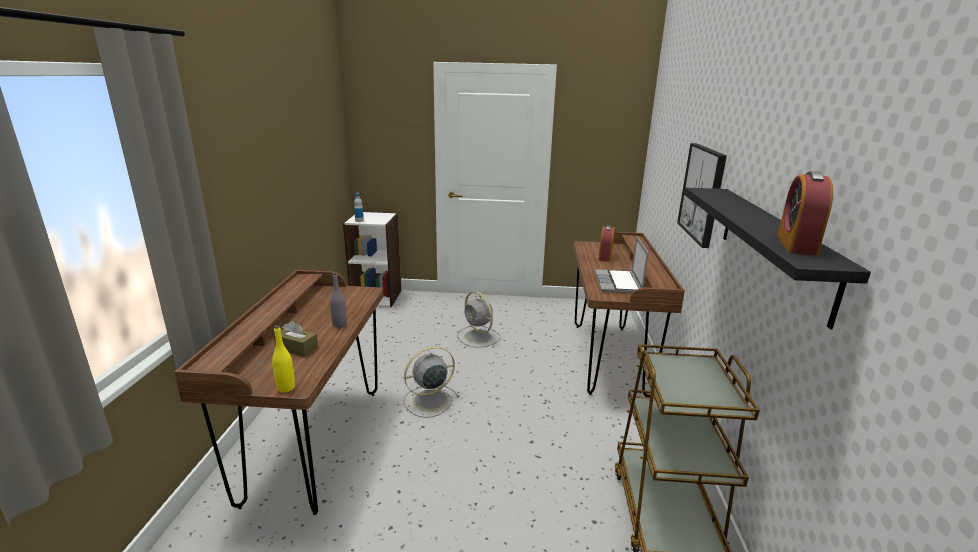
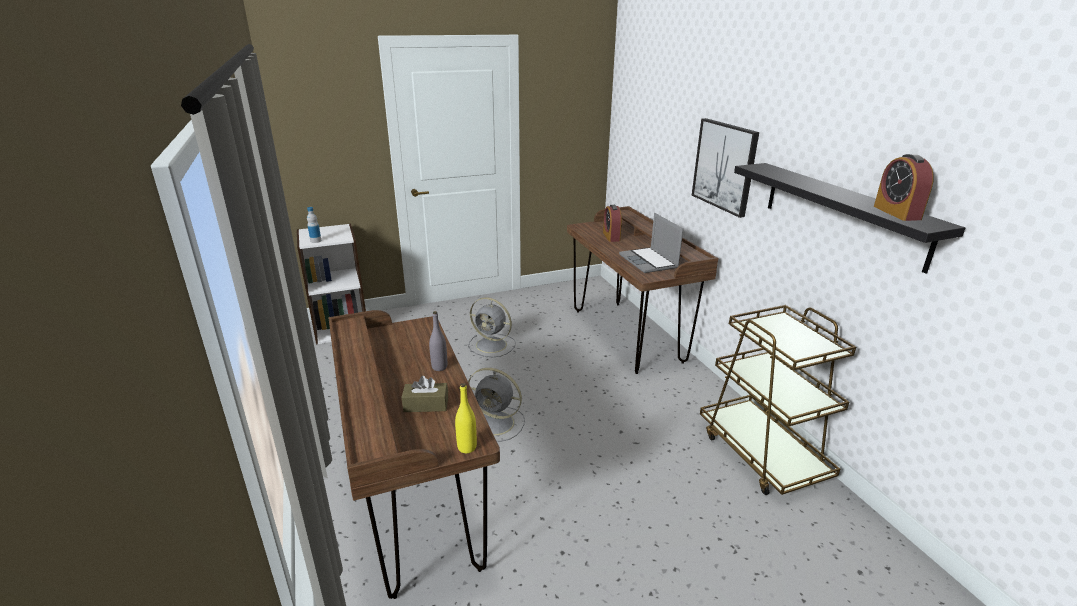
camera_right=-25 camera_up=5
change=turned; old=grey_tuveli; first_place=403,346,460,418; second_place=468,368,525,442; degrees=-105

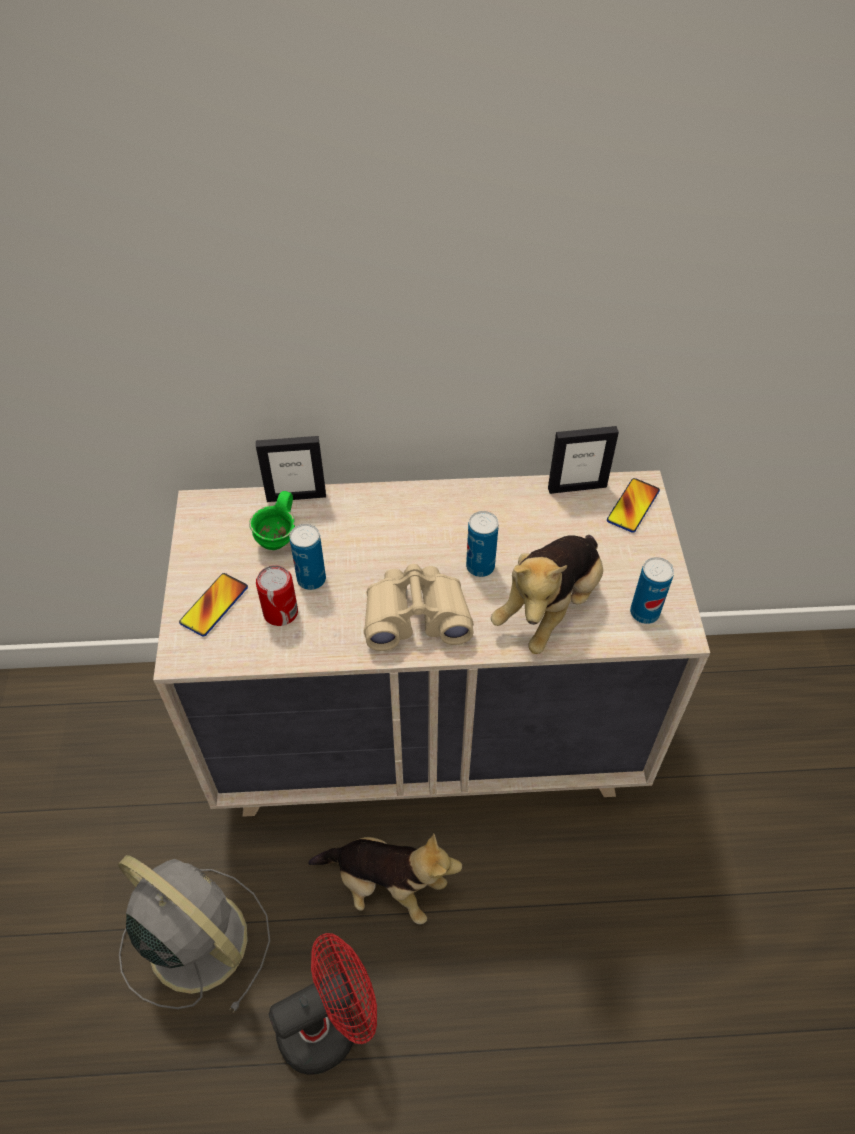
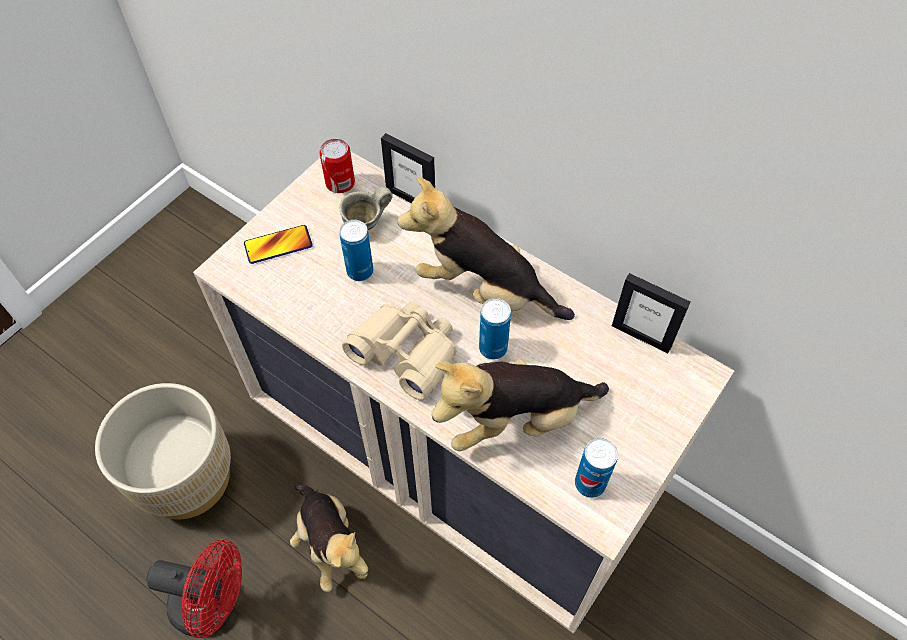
camera_right=40 camera_up=5
change=replaced; old=grey_tuveli; new=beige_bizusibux; first_place=118,855,270,1013; second_place=95,383,231,519
change=recoloured; old=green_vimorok; new=grey_vimorok; first_place=249,491,295,550; second_place=340,187,393,230
change=moved; old=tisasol; first_place=256,565,298,626; second_place=319,139,355,193
change=removed; old=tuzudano; first_place=607,478,660,533
change=added; new=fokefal; second_place=397,177,575,320

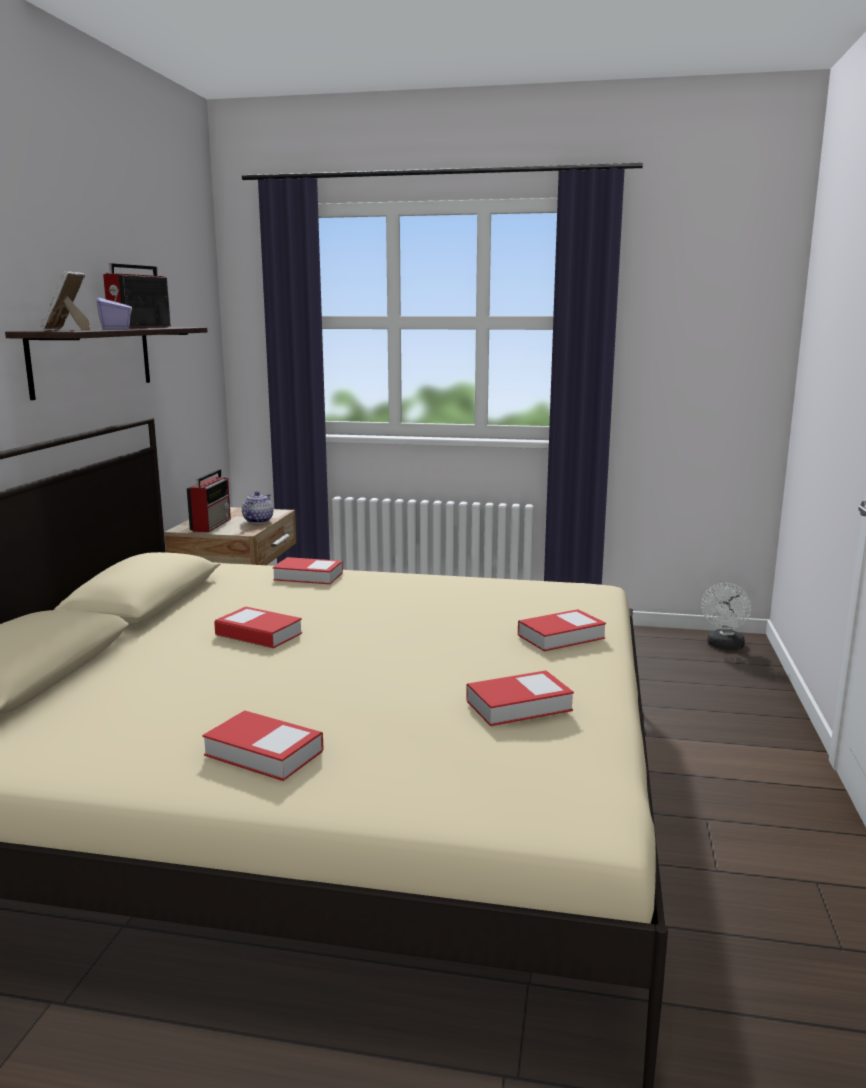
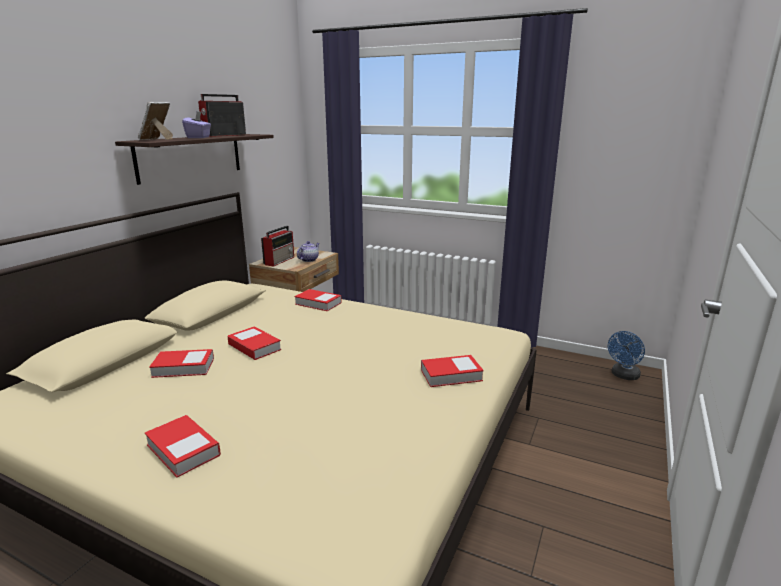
camera_right=15 camera_up=5
change=moved; old=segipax; first_place=466,670,574,726; second_place=149,349,214,378
change=recoloured; old=white_tuveli; new=blue_tuveli; first_place=701,583,751,650; second_place=608,331,645,380

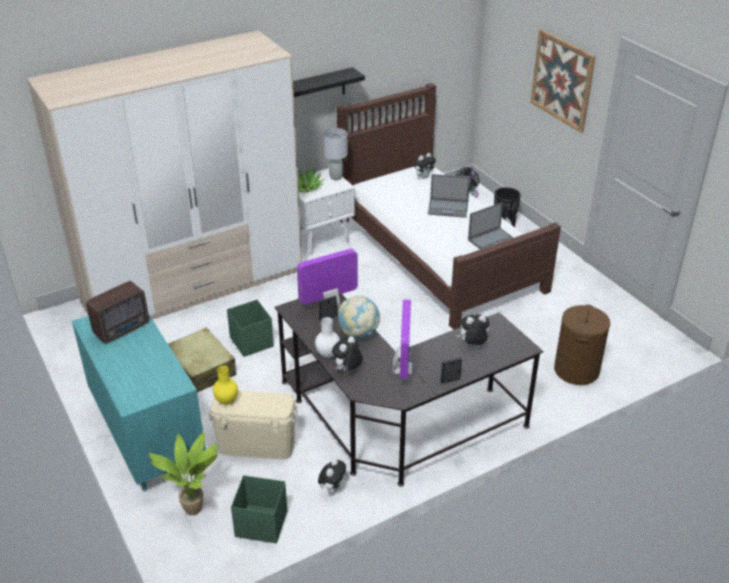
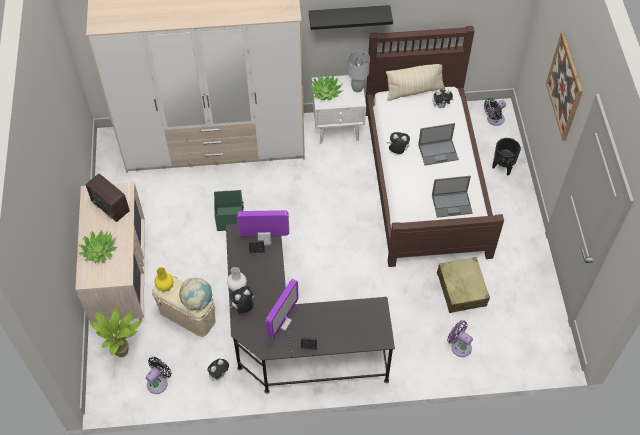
camera_right=25 camera_up=20
change=recoloured; old=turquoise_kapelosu; new=beige_kapelosu; first_place=72,313,206,492; second_place=75,182,145,322
change=turned; old=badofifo; first_place=86,281,149,344; second_place=86,174,130,222; degrees=60
change=moved; old=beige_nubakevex; first_place=168,328,236,392; second_place=437,257,490,313
change=replaced; old=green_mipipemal; new=black_tuveli; first_place=231,475,287,543; second_place=146,357,172,394
change=moved; old=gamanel; first_place=338,295,380,338; second_place=179,278,213,311
change=turned; old=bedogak; first_place=428,174,470,218; second_place=418,123,459,165; degrees=-45
change=moved; old=fokefal; first_place=457,314,490,345; second_place=387,132,410,154
change=replaced; old=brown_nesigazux; new=purple_tuveli; first_place=554,305,610,385; second_place=447,320,473,357
change=added; new=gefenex; second_place=79,230,117,264
change=added; new=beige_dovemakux; second_place=386,64,445,101

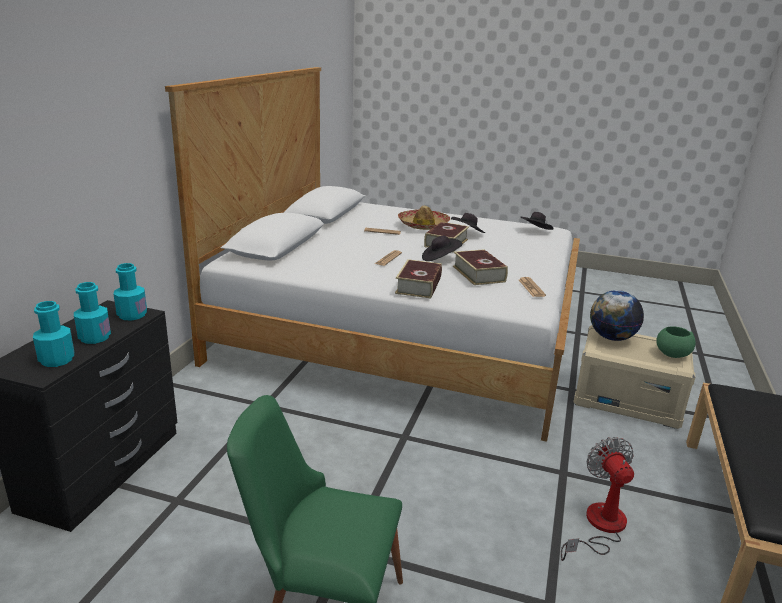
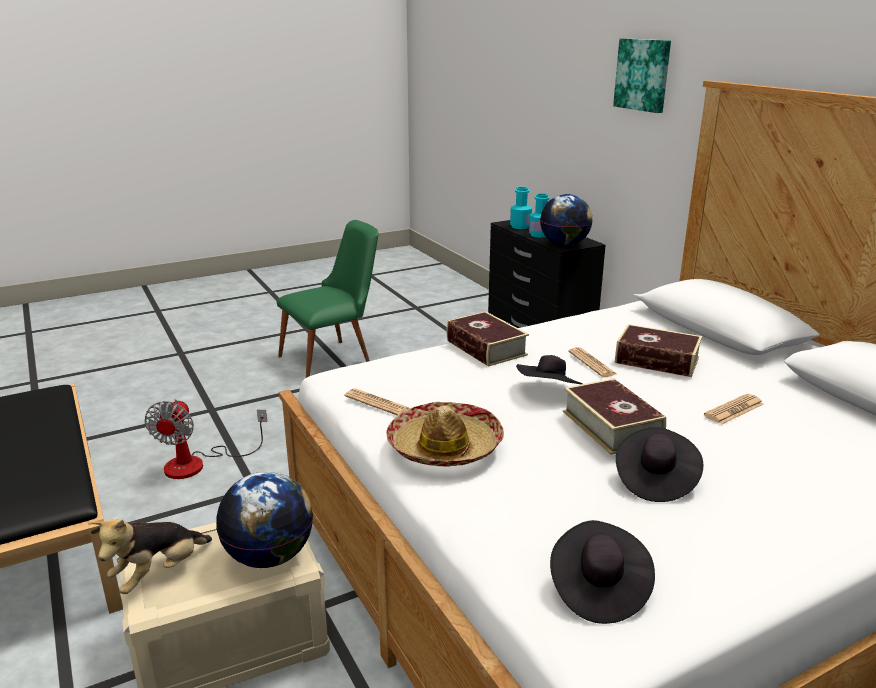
camera_right=135 camera_up=0
change=replaced; old=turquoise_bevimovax; new=gamanel; first_place=113,263,147,321; second_place=540,194,593,246
change=moved; old=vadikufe; first_place=398,206,450,230; second_place=386,402,504,466
change=moved; old=segipax; first_place=453,249,508,285; second_place=615,324,702,377
change=turned; old=tuveli; first_place=561,437,634,561; second_place=144,399,267,479; degrees=60
change=replaced; old=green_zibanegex; new=fokefal; first_place=656,326,696,358; second_place=92,519,212,594
change=added; new=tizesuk; second_place=613,38,671,113

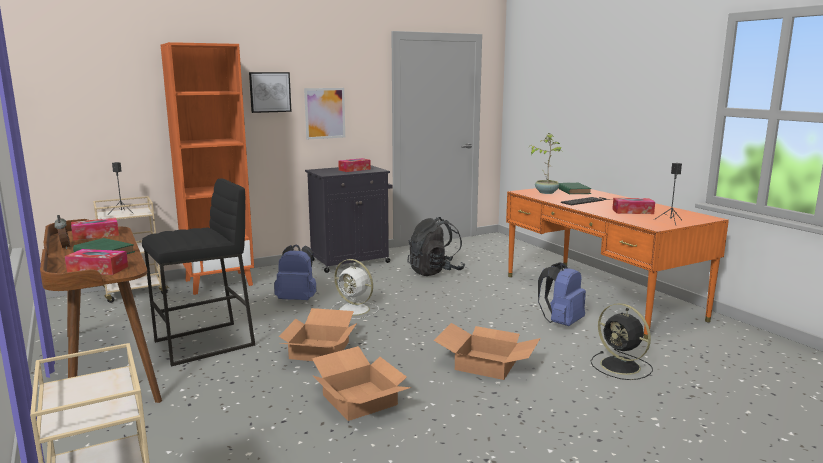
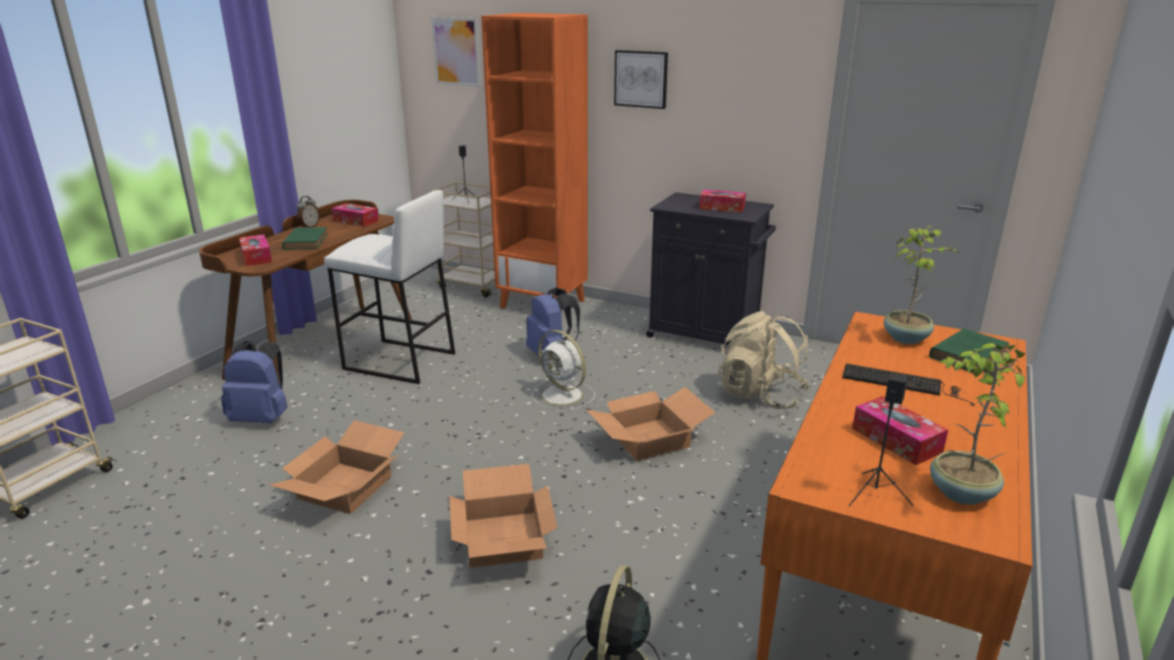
camera_right=55 camera_up=10
change=recoloured; old=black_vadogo; new=white_vadogo; first_place=142,179,255,367; second_place=324,190,455,384
change=moved; old=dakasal; first_place=279,308,357,361; second_place=586,387,716,461
change=moved; old=tizesuk; first_place=304,88,345,139; second_place=431,17,481,87
change=turned; old=white_tuveli; first_place=331,259,379,319; second_place=532,330,595,411; degrees=-45
change=recoloured; old=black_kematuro; new=beige_kematuro; first_place=407,217,466,276; second_place=718,311,811,409
change=moved; old=blue_kematuro; first_place=538,262,586,326; second_place=221,341,288,423
change=added; new=gefenex; second_place=930,343,1025,505

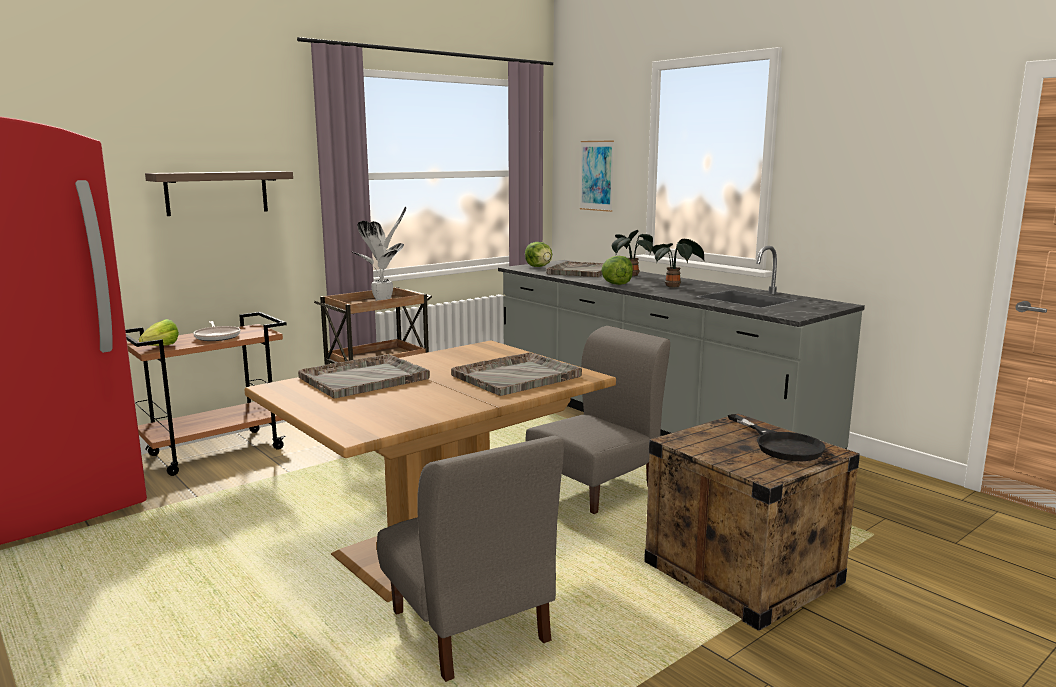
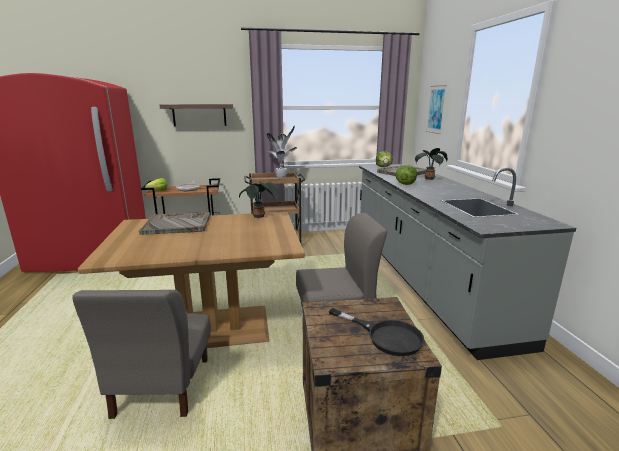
camera_right=30 camera_up=5
change=removed; old=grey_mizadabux; first_place=451,352,582,396
change=moved; old=gefenex; first_place=652,239,704,287; second_place=239,182,279,218
change=turned; old=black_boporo; first_place=728,414,826,461; second_place=329,308,425,356; degrees=-60

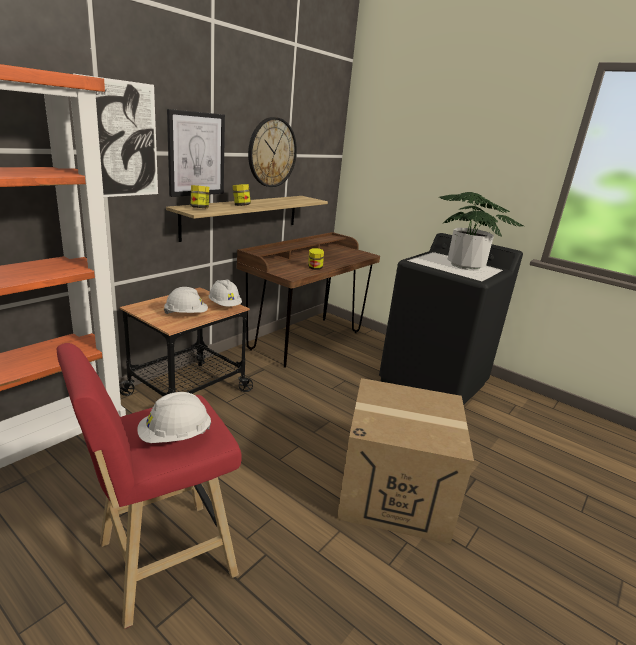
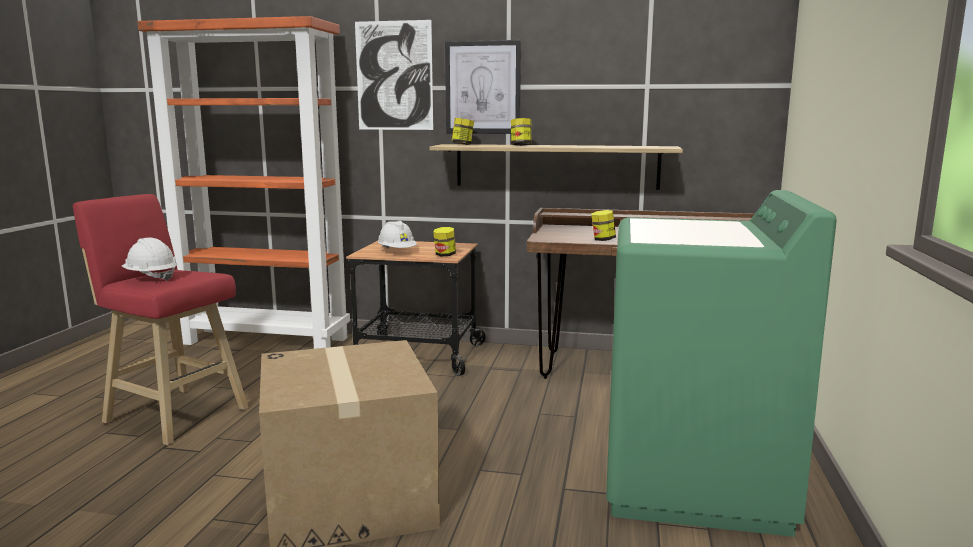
camera_right=65 camera_up=-10
change=replaced; old=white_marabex; new=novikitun; first_place=209,279,242,306; second_place=433,227,456,256
change=removed; old=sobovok; first_place=248,117,297,187
change=recoloured; old=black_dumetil; new=green_dumetil; first_place=379,233,523,405; second_place=606,190,837,537
change=removed; old=gefenex; first_place=440,192,524,270

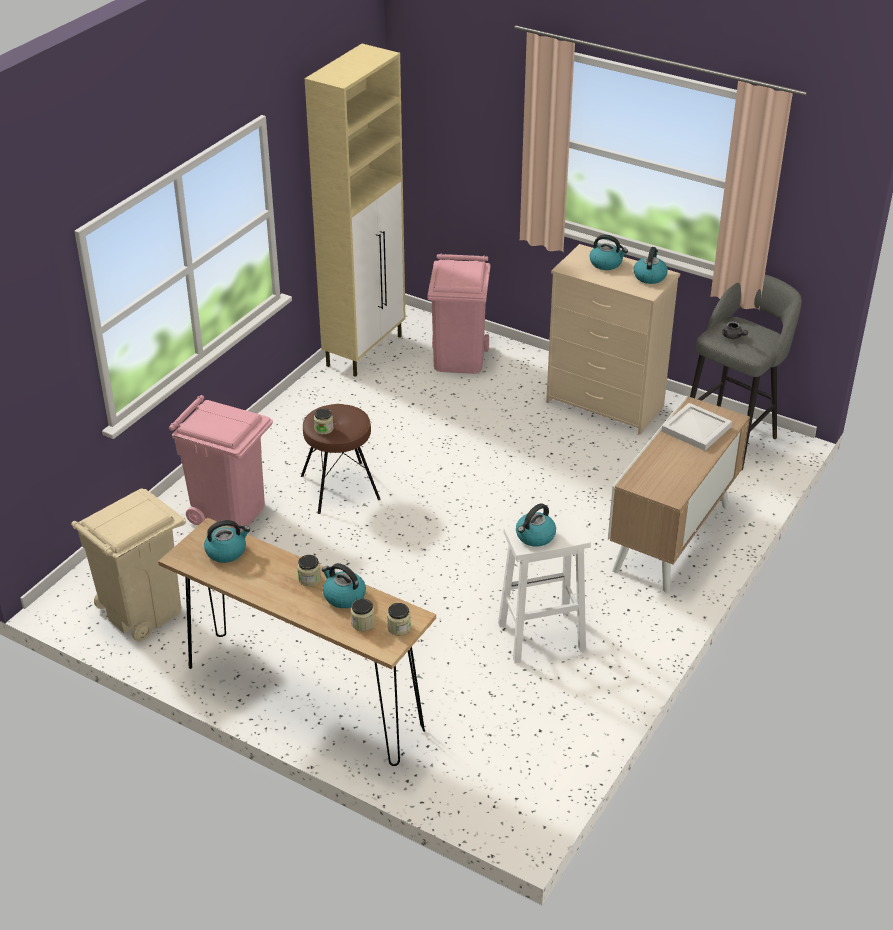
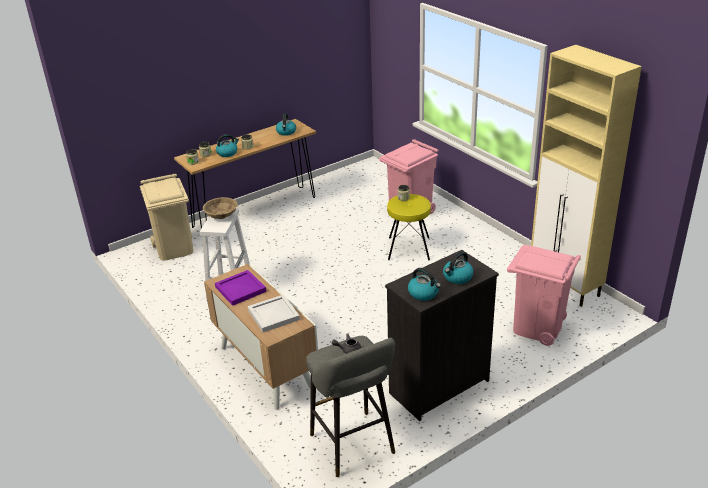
camera_right=115 camera_up=-5
change=moved; old=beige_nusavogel; first_place=71,488,186,642; second_place=140,174,193,261
change=recoloured; old=brown_vadogo; new=yellow_vadogo; first_place=301,404,381,514; second_place=387,194,431,260
change=replaced; old=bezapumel; new=beige_zibanegex; first_place=516,503,556,547; second_place=203,197,238,219
change=recoloured; old=beige_kapelosu; new=black_kapelosu; first_place=546,244,680,435; second_place=385,250,499,421
change=added; new=purple_mizadabux; second_place=215,270,266,306

